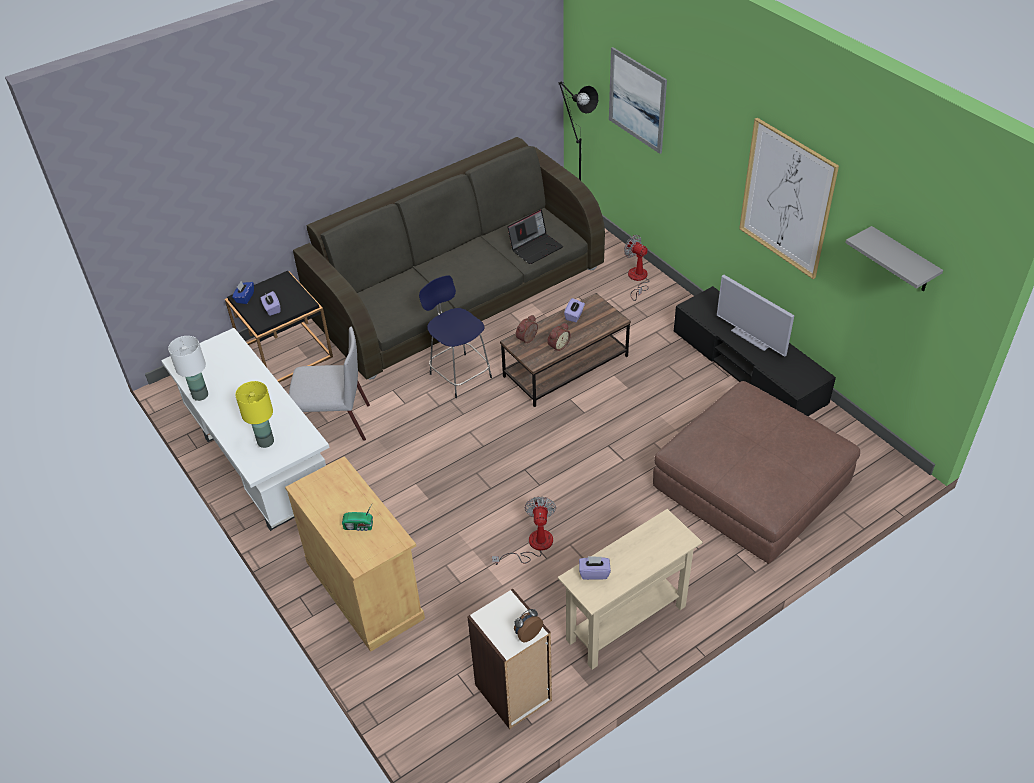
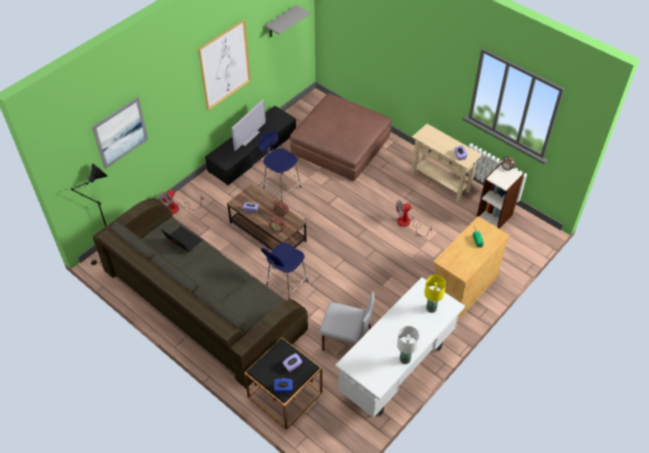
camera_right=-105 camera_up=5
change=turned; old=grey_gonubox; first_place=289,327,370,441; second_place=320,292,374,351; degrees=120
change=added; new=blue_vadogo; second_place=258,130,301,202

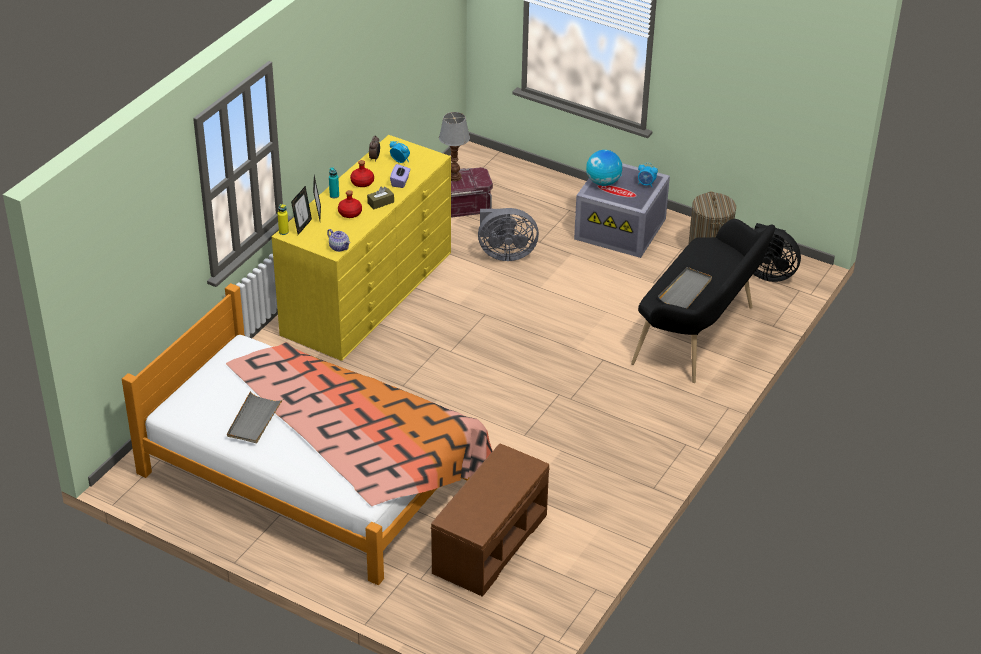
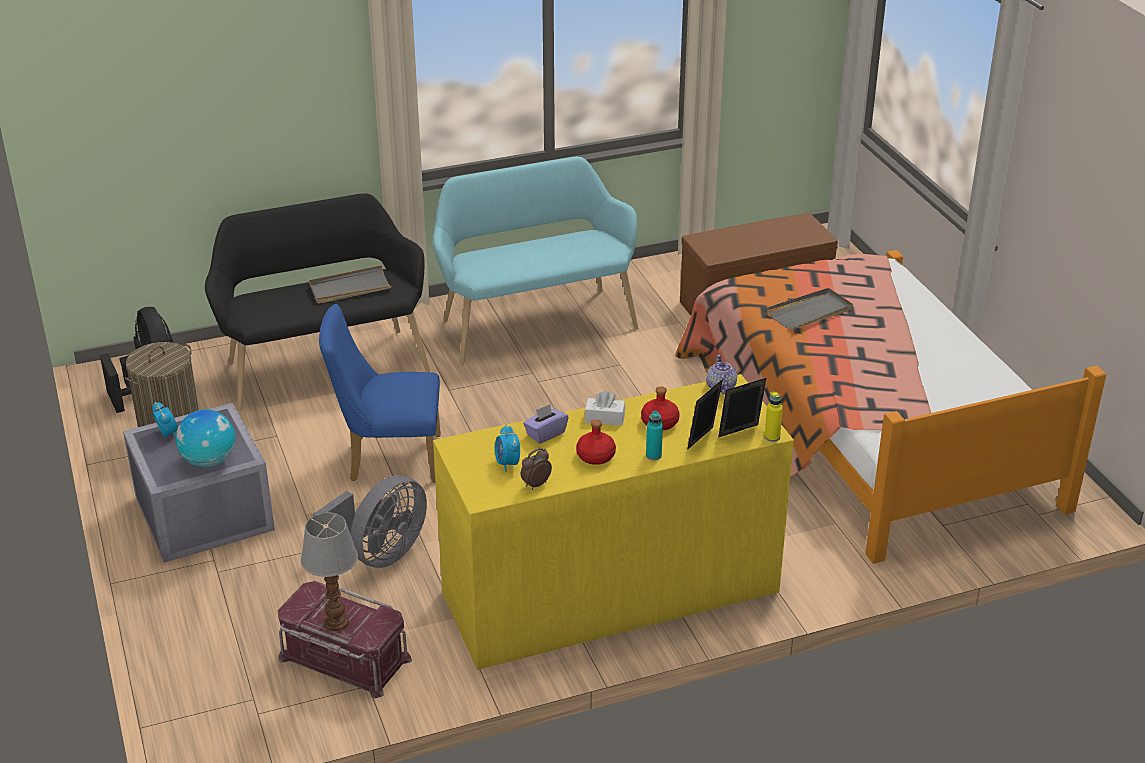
camera_right=-140 camera_up=-5
change=moved; old=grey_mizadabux; first_place=227,391,283,443; second_place=767,288,853,330
change=recoloured; old=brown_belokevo; new=white_belokevo; first_place=367,186,394,209; second_place=585,391,625,426
change=turned; old=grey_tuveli; first_place=478,208,539,261; second_place=313,475,427,568; degrees=90
change=added; new=blue_gonubox; second_place=319,304,441,483
change=added; new=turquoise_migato; second_place=433,157,638,365

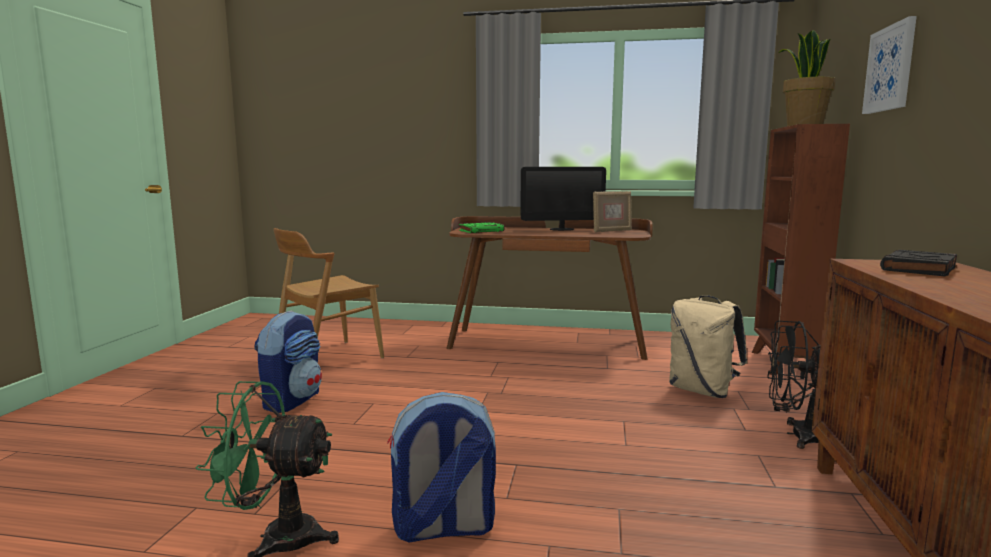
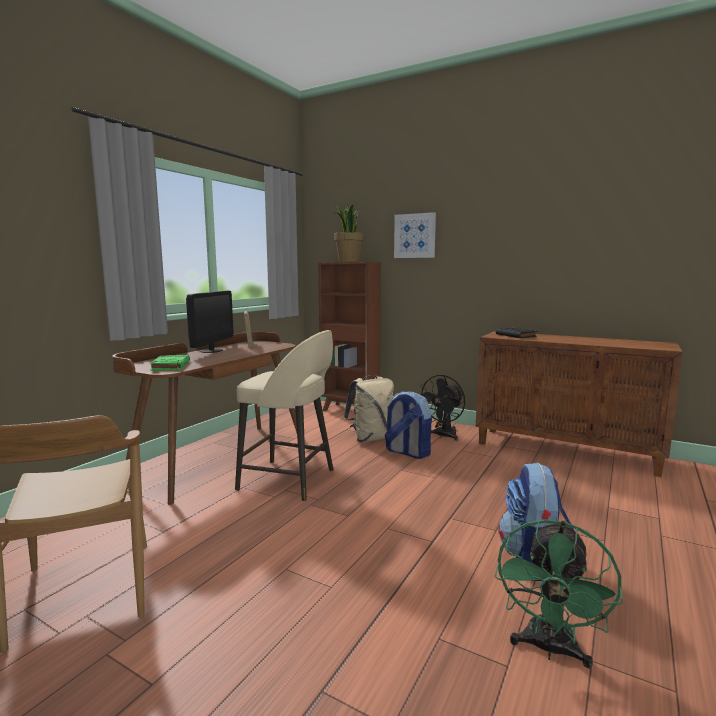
camera_right=-70 camera_up=0
change=moved; old=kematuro; first_place=254,311,322,413; second_place=385,391,431,459
change=added; new=beige_vadogo; second_place=235,330,333,501

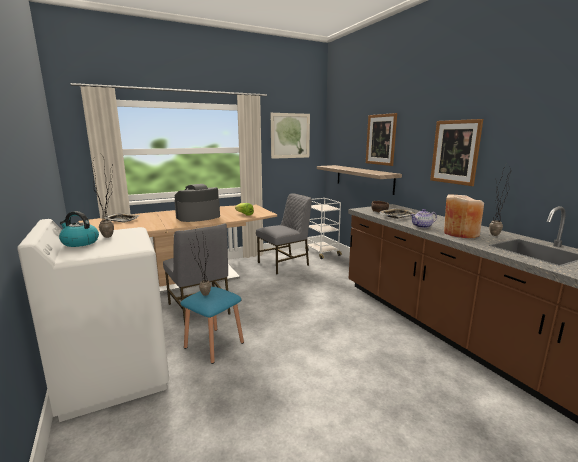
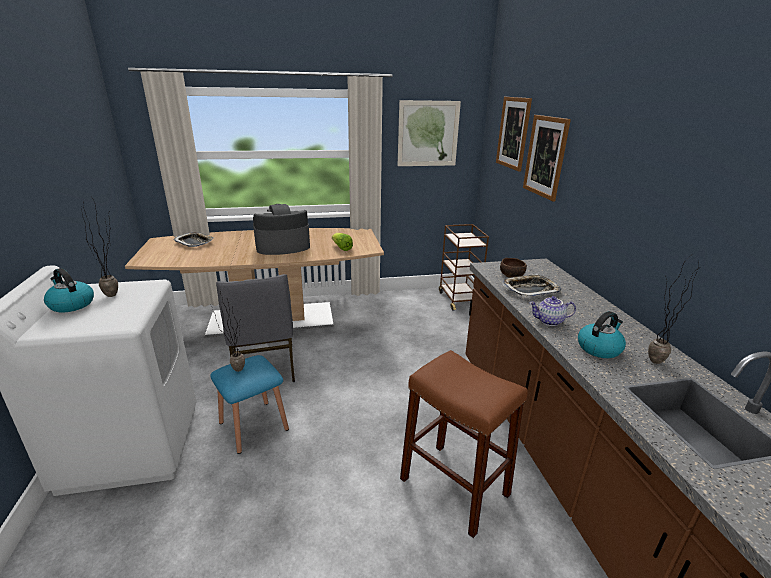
camera_right=15 camera_up=10
change=removed; old=grey_gonubox; first_place=256,193,312,274
change=recoloured; old=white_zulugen; new=brown_zulugen; first_place=305,198,342,259; second_place=439,224,489,311
change=removed; old=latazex; first_place=317,165,402,195
change=moved; old=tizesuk; first_place=430,119,483,186; second_place=496,97,532,172
change=replaced; old=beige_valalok; new=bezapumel; first_place=444,194,484,238; second_place=578,311,626,358
change=added; new=brown_vadogo; second_place=400,350,528,538

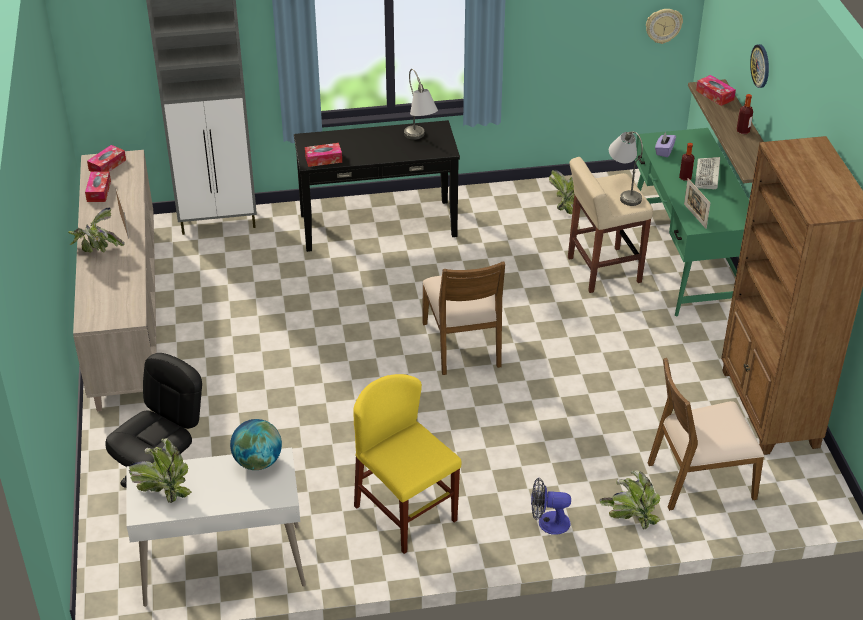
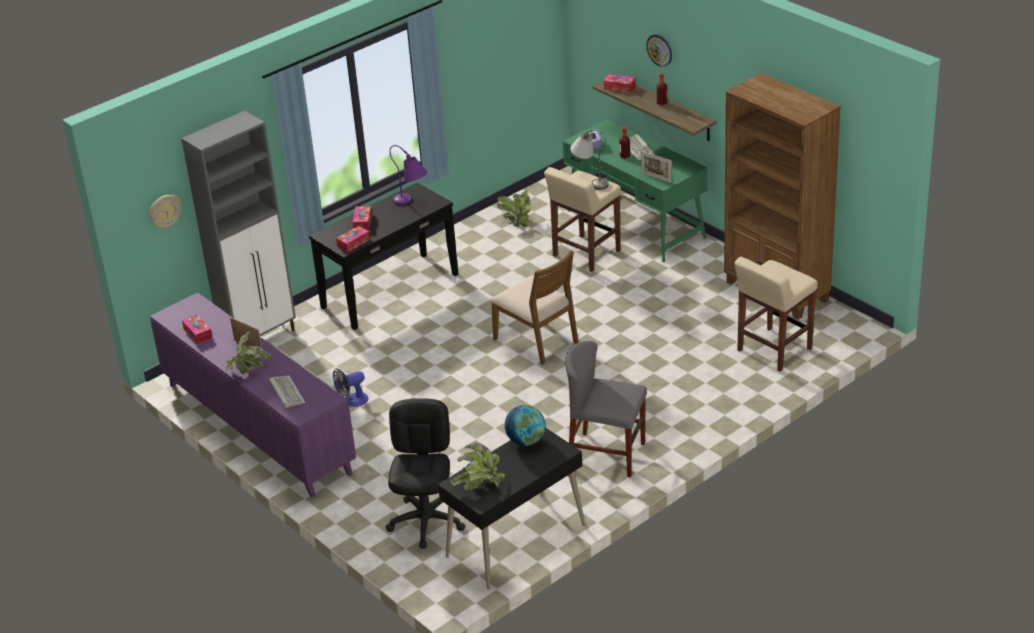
camera_right=-30 camera_up=-5
change=recoloured; old=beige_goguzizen; new=purple_goguzizen; first_place=73,150,157,411; second_place=150,292,356,498
change=moved; old=belokevo; first_place=87,145,126,172; second_place=353,206,372,230
change=recoloured; old=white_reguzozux; new=black_reguzozux; first_place=127,448,306,607; second_place=438,428,585,589
change=recoloured; old=yellow_gonubox; new=grey_gonubox; first_place=353,374,461,554; second_place=565,341,647,478
change=recoloured; old=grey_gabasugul; new=purple_gabasugul; first_place=404,69,438,140; second_place=390,145,427,206
change=moved; old=tuveli; first_place=531,478,571,535; second_place=333,368,369,407
change=removed; old=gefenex; first_place=600,470,661,530
change=moved; old=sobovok; first_place=646,9,683,44; second_place=149,194,181,229
change=replaced; old=brown_gonubox; new=beige_vadogo; first_place=648,358,764,511; second_place=734,257,818,371
change=added; new=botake; second_place=269,376,305,408

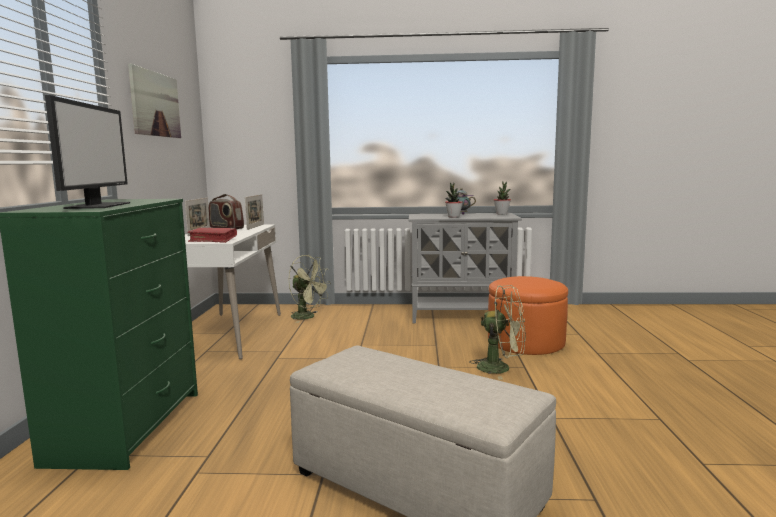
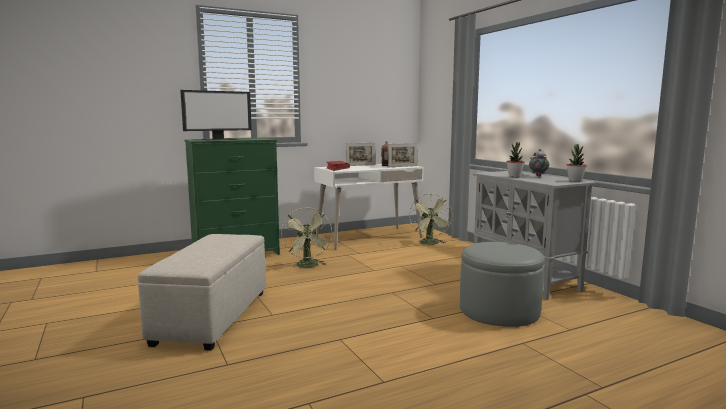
camera_right=60 camera_up=0
change=removed; old=tizesuk; first_place=128,64,181,138
change=moved; old=green_tuveli; first_place=469,285,526,380; second_place=281,207,332,268
change=recoloured; old=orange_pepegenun; new=grey_pepegenun; first_place=488,276,568,355; second_place=460,242,545,327

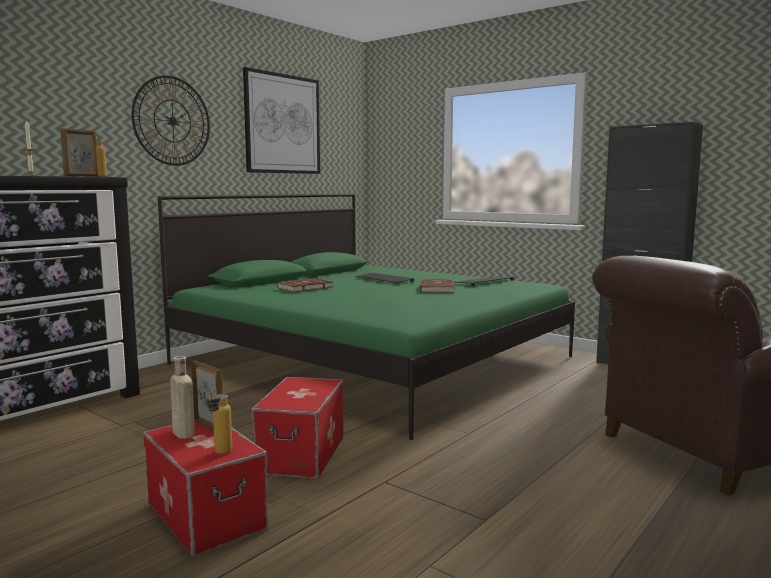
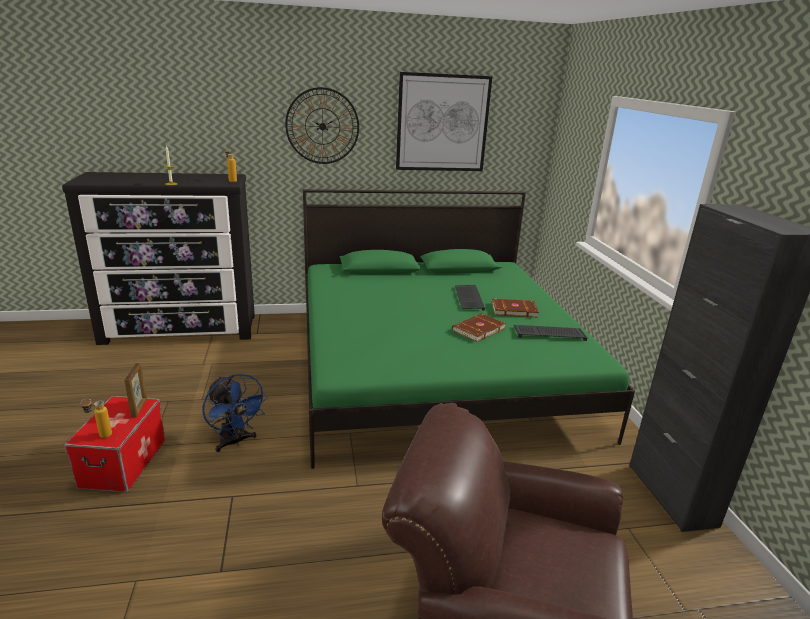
camera_right=40 camera_up=15
change=removed; old=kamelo; first_place=61,128,99,176
change=removed; old=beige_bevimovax; first_place=170,356,195,439
change=replaced; old=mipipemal; new=blue_tuveli; first_place=252,377,344,479; second_place=203,374,268,452
change=moved; old=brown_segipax; first_place=277,278,333,292; second_place=492,299,539,318

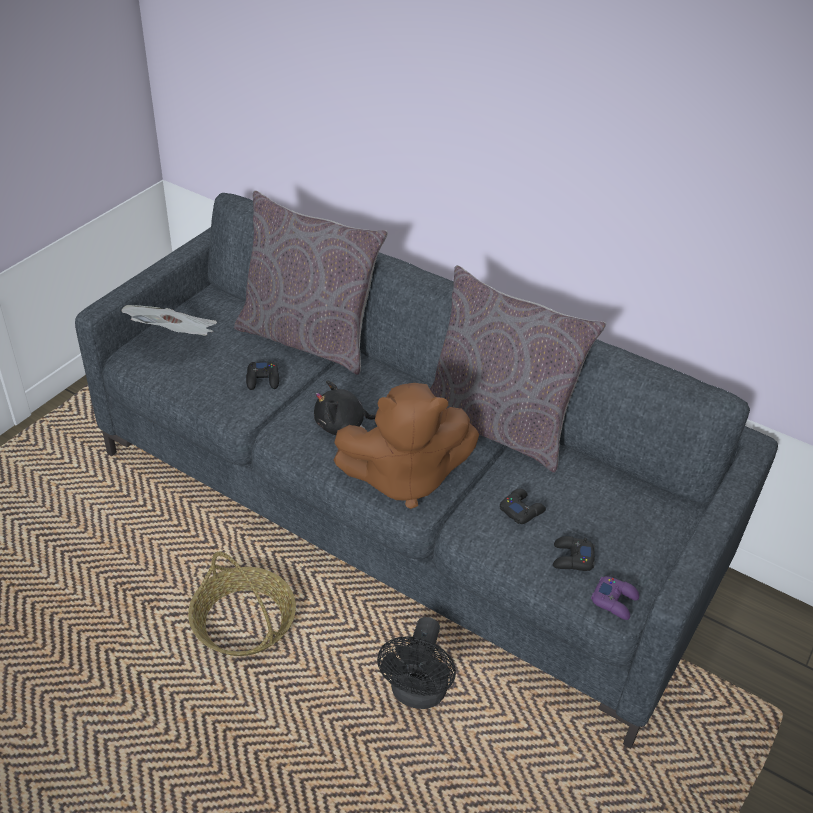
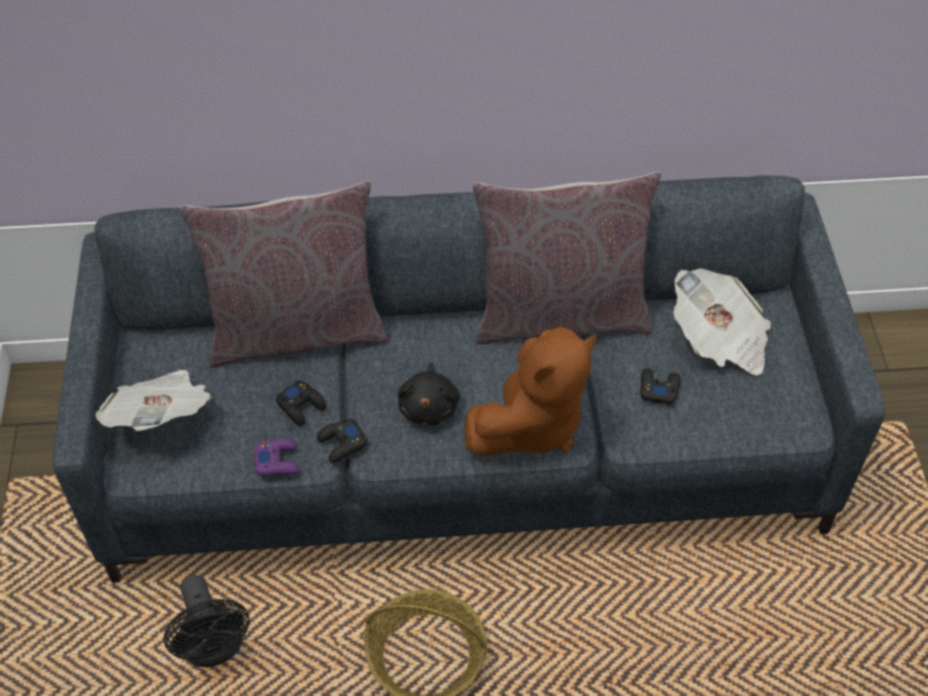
camera_right=-35 camera_up=10
change=turned; old=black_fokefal; first_place=314,380,376,435; second_place=398,362,460,426; degrees=-45
change=moved; old=black_tuveli; first_place=377,617,456,709; second_place=164,575,250,667
change=moved; old=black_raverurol; first_place=553,536,595,571; second_place=317,418,367,463
change=moved; old=purple_raverurol; first_place=591,576,639,620; second_place=254,438,299,476
change=added; new=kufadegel; second_place=673,268,771,375

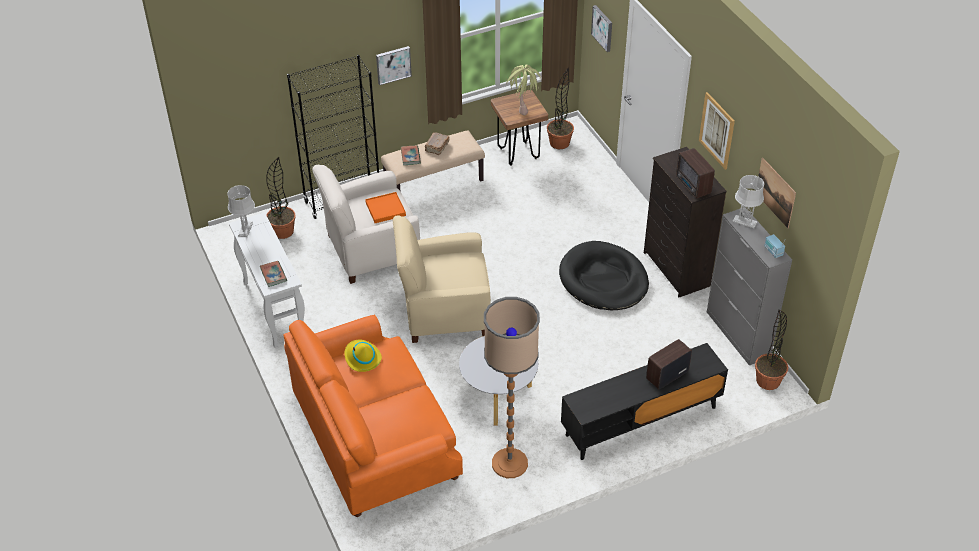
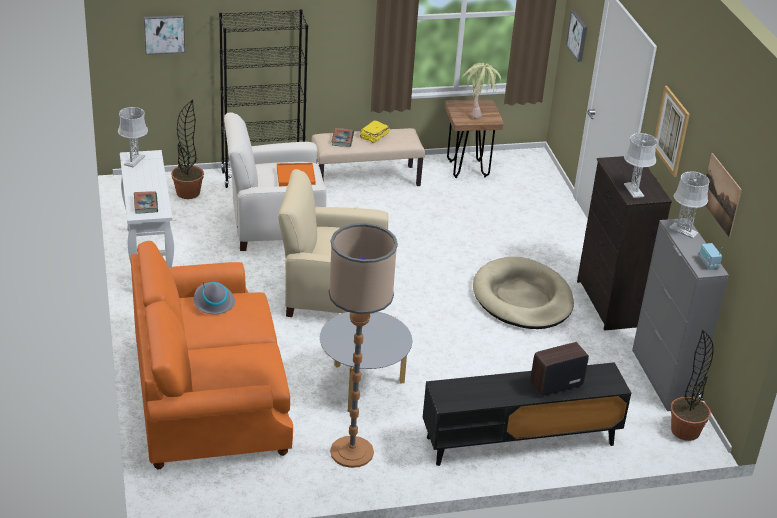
camera_right=10 camera_up=-10
change=recoloured; old=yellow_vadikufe; new=grey_vadikufe; first_place=344,340,382,372; second_place=194,282,235,314
change=moved; old=tizesuk; first_place=376,46,412,85; second_place=144,15,185,55
change=recoloured; old=brown_segipax; new=yellow_segipax; first_place=425,132,450,155; second_place=360,121,390,143
change=removed; old=gefenex; first_place=547,67,574,149
change=recoloured; old=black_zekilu; new=beige_zekilu; first_place=559,241,649,310; second_place=473,257,574,329
change=replaced; old=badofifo; new=grey_gabasugul; first_place=676,148,715,198; second_place=624,133,657,198

